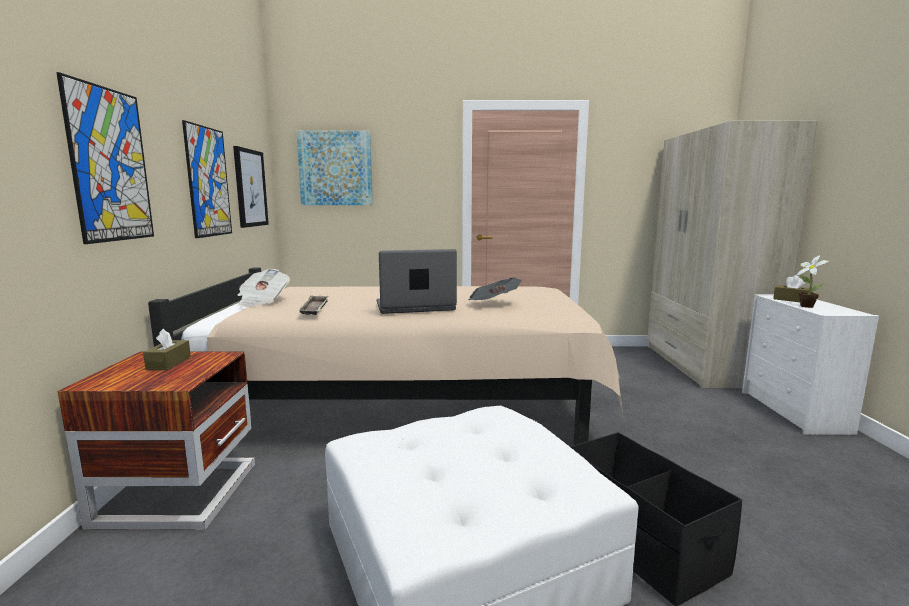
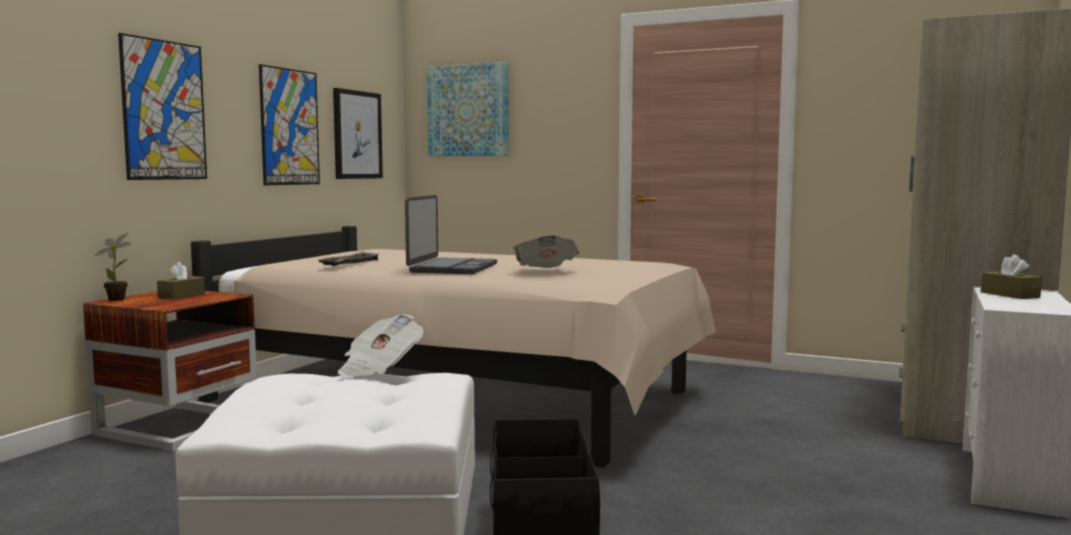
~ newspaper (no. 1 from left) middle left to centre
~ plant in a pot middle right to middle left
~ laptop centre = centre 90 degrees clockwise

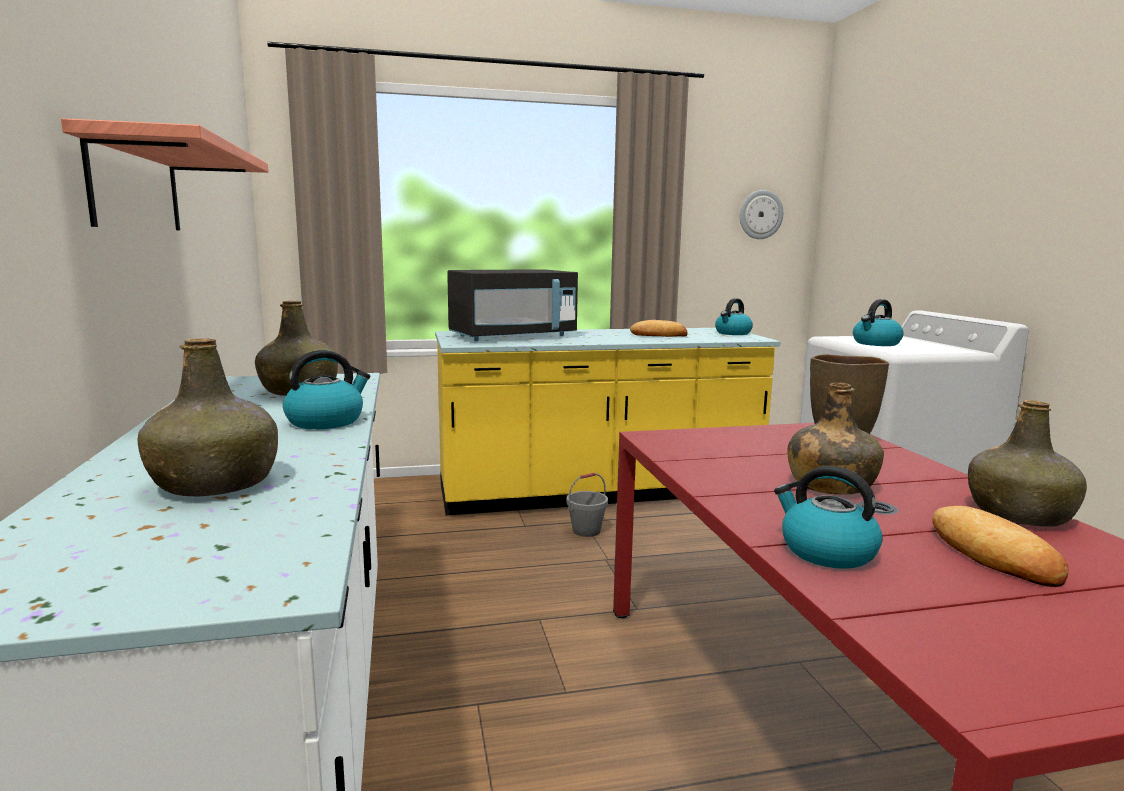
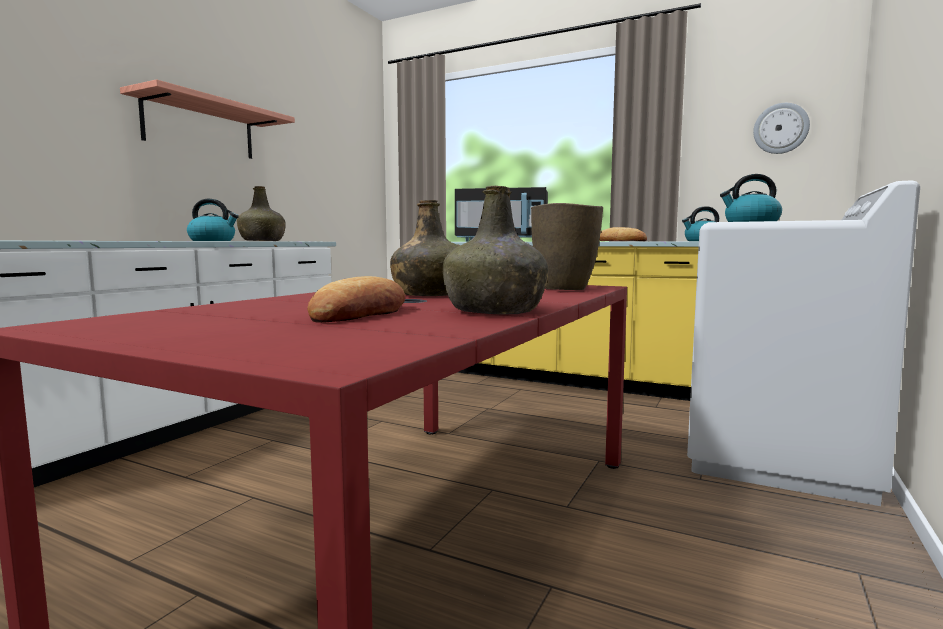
- green beverage bottle (no. 1 from left) middle left
- gray bucket centre
- tea kettle (no. 3 from left) middle right

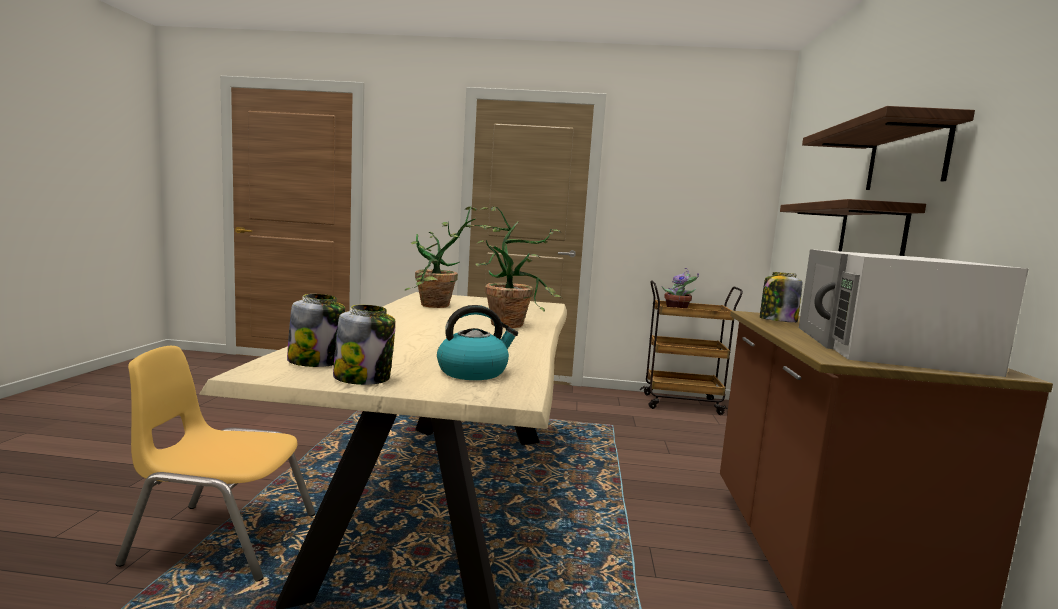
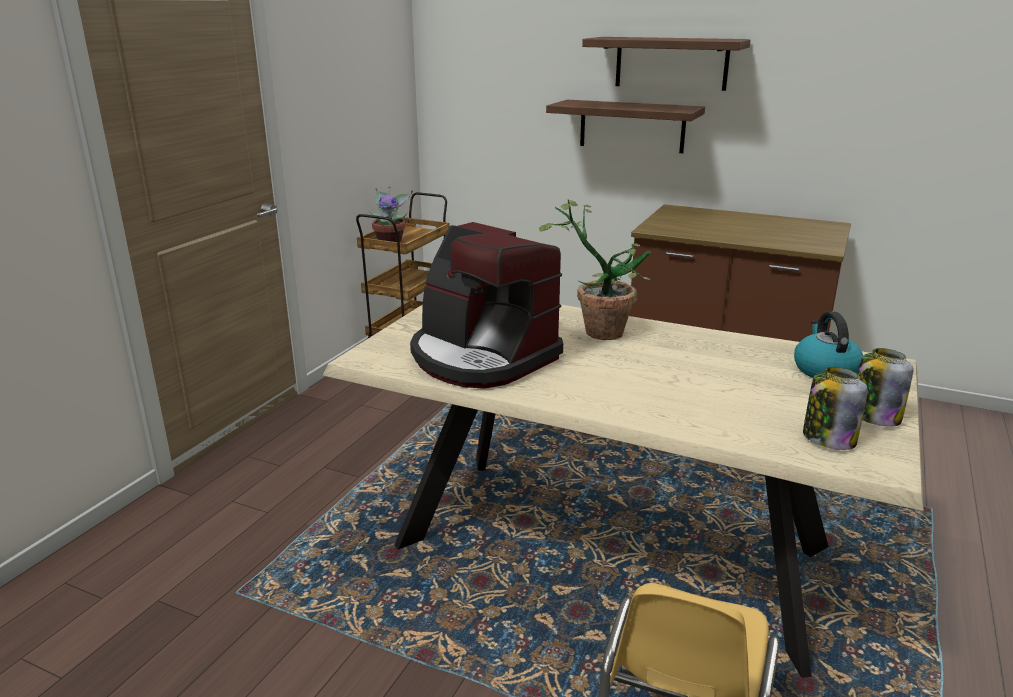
- preserve jar (no. 3 from left) middle right
- white-coloured microwave middle right
~ plant in a pot (no. 1 from left) centre to coffee brewer centre

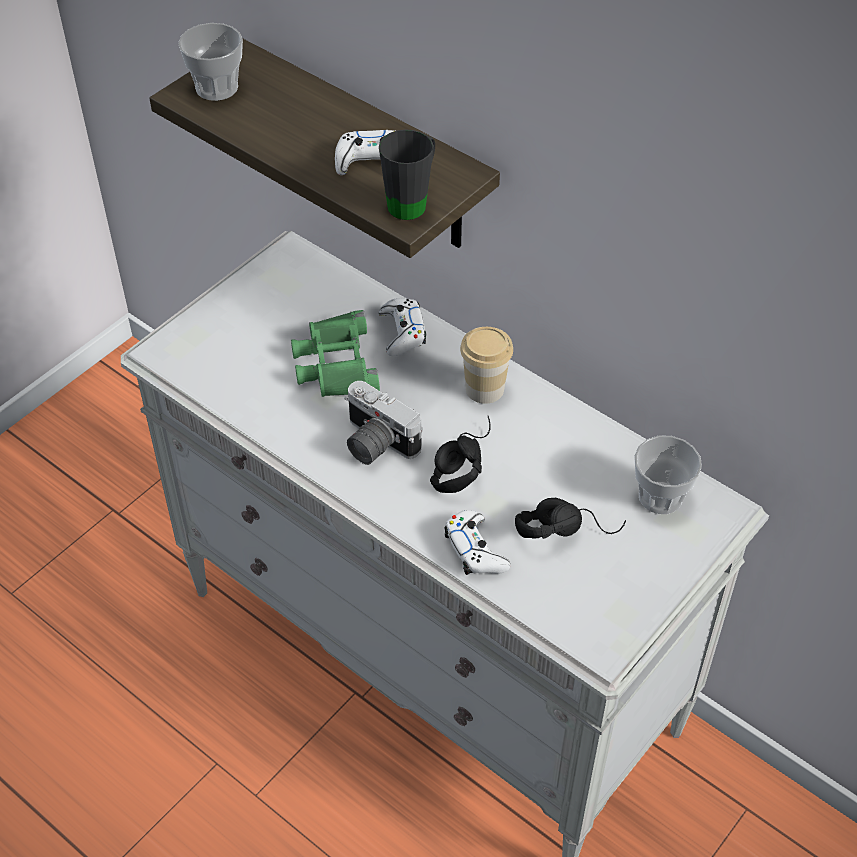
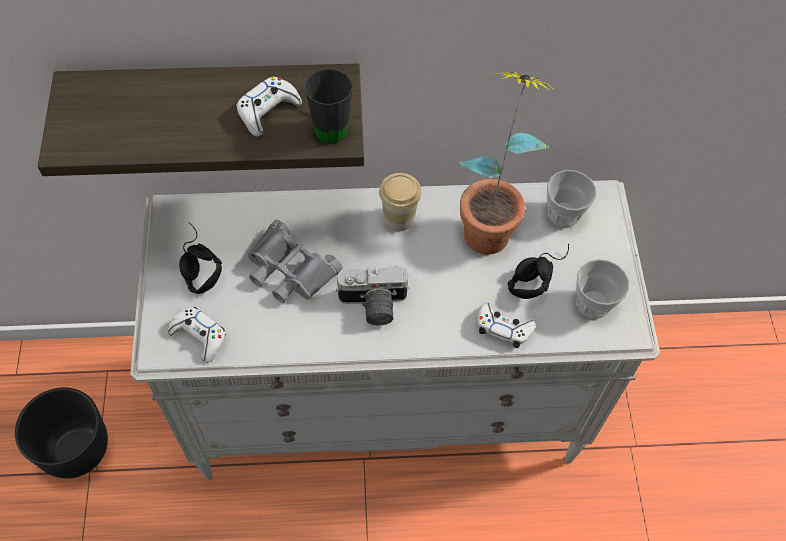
+ blackish plant pot bottom left
+ plant in a pot top centre
~ small cup (no. 1 from left in the first image) top left to small cup (no. 3 from left) middle right
~ white-coloured game controller (no. 2 from left in the first image) centre to white-coloured game controller (no. 1 from left) middle left
~ blackish headset (no. 1 from left) centre to middle left
~ green field glasses centre to gray field glasses centre

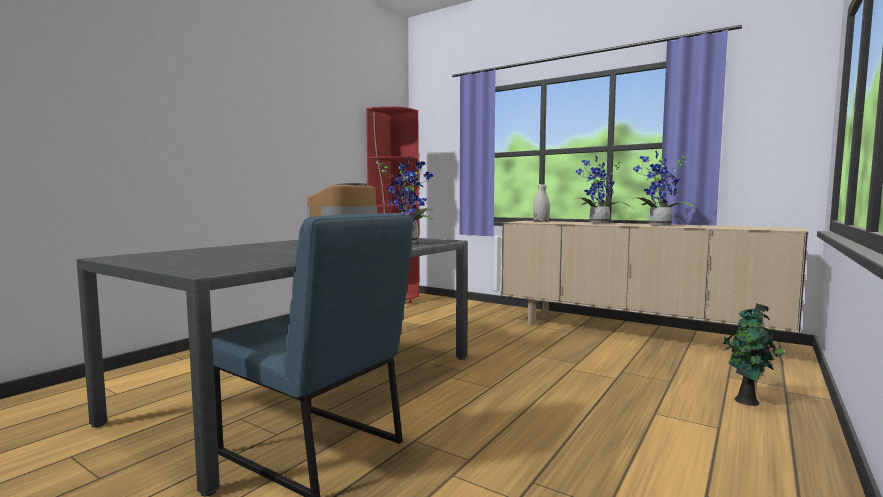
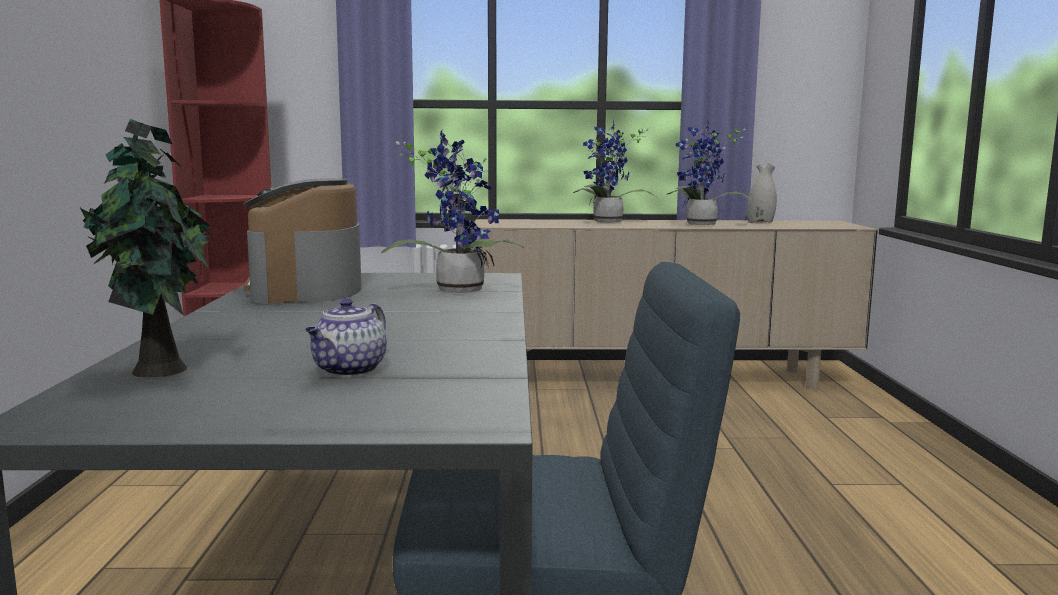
+ pot for tea middle left
~ white-coloured flower vase centre to top right
~ plant in a pot (no. 4 from left in the first image) bottom right to plant in a pot (no. 1 from left) middle left

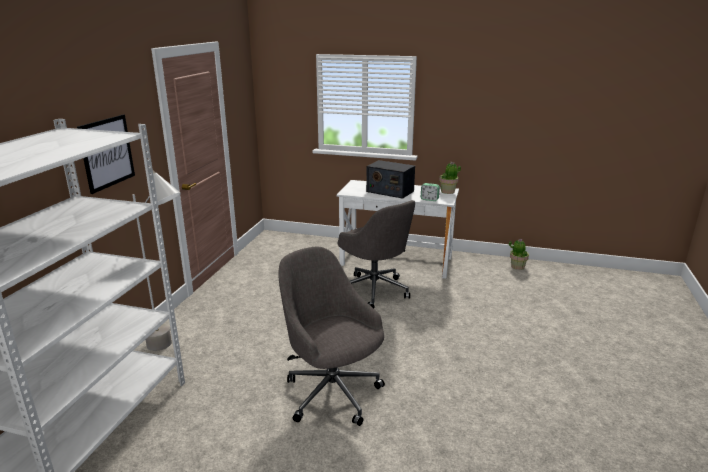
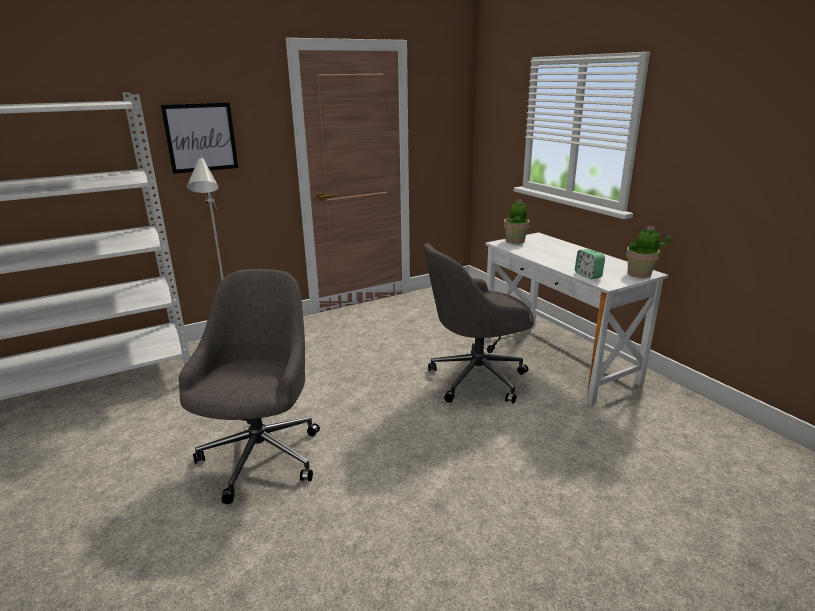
- radio set centre
~ plant in a pot (no. 2 from left in the first image) middle right to plant in a pot (no. 1 from left) centre
~ gray office chair (no. 2 from left) centre = centre 60 degrees clockwise

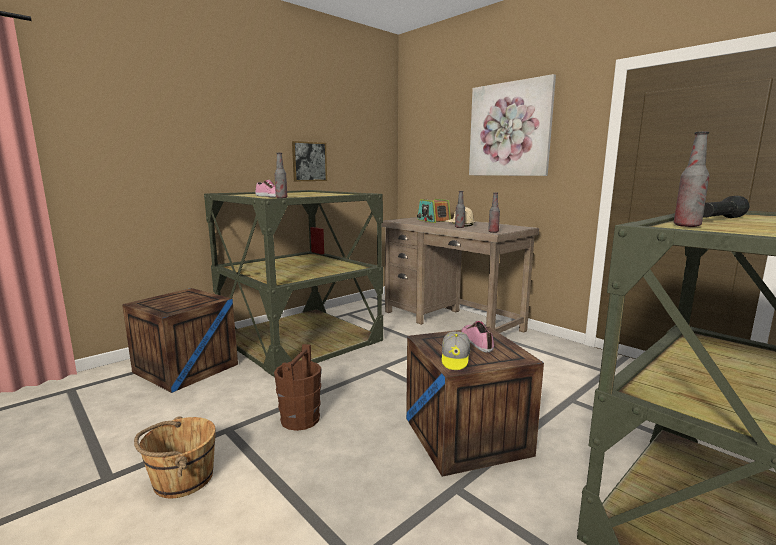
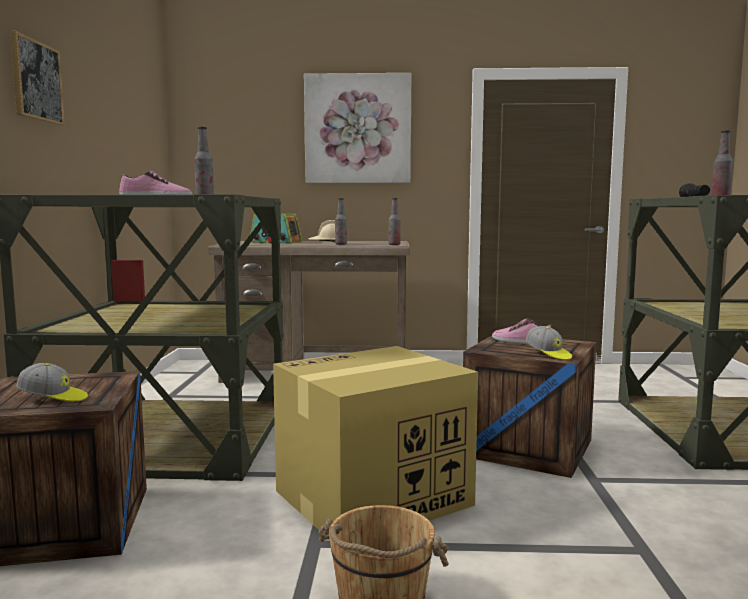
+ baseball cap (no. 1 from left) middle left
~ wall art (no. 1 from left) top centre to top left
~ brown-coloured bucket (no. 2 from left) bottom centre to packing box bottom centre

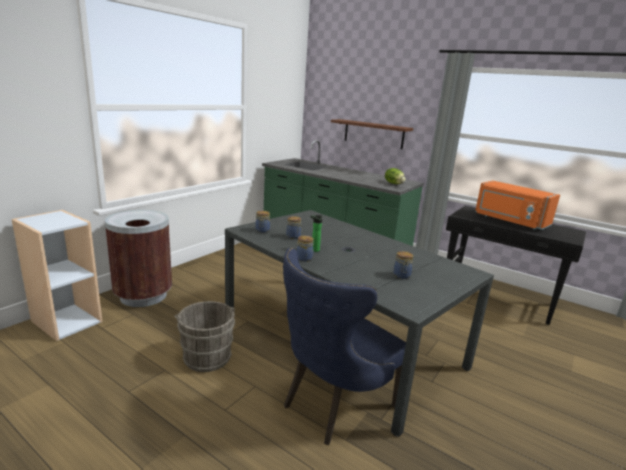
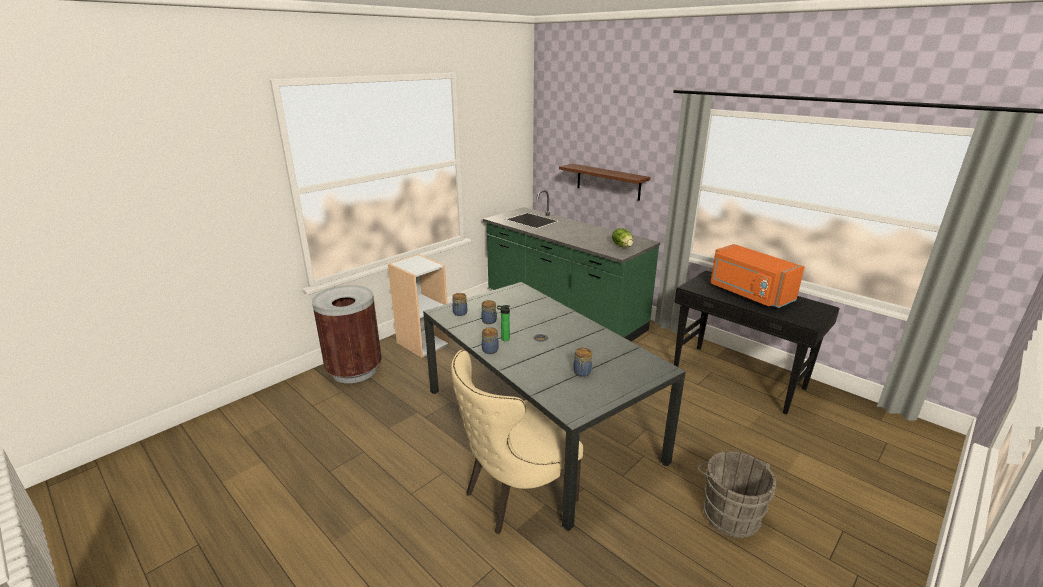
~ bookcase middle left to centre
~ gray bucket bottom left to bottom right
~ bluish chair bottom centre to sand-coloured chair bottom centre

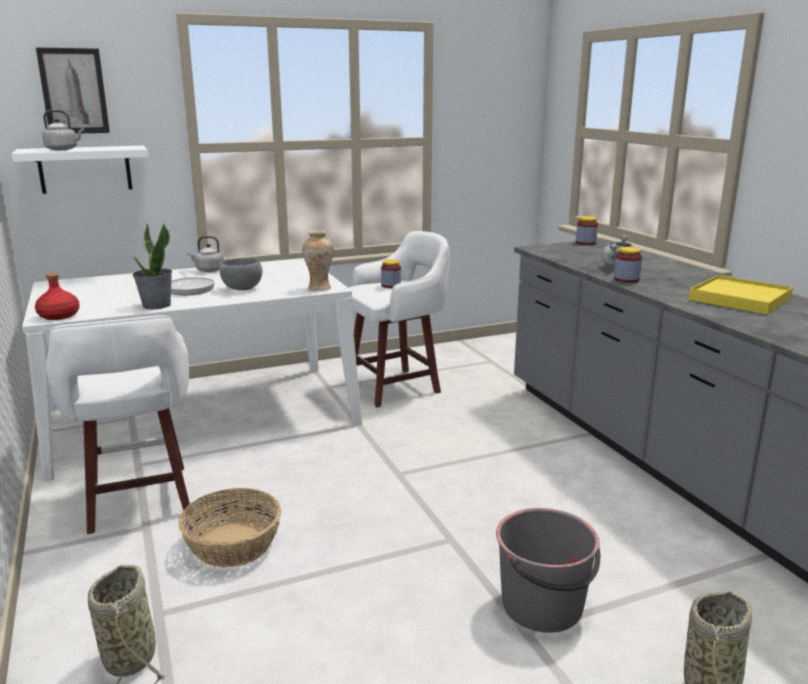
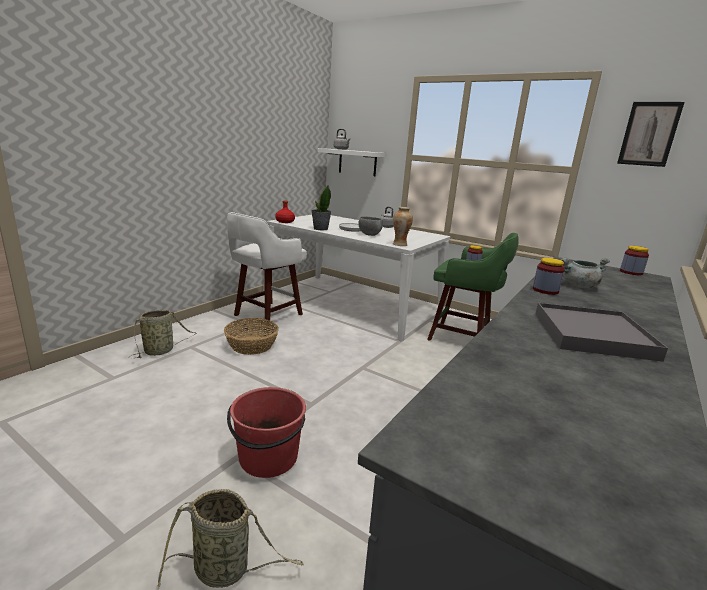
~ wall art top left to top right
~ white-coloured stool seat (no. 2 from left) centre to green stool seat middle right
~ gray bucket bottom right to reddish bucket bottom centre
~ yellowish carrying tray middle right to gray carrying tray middle right

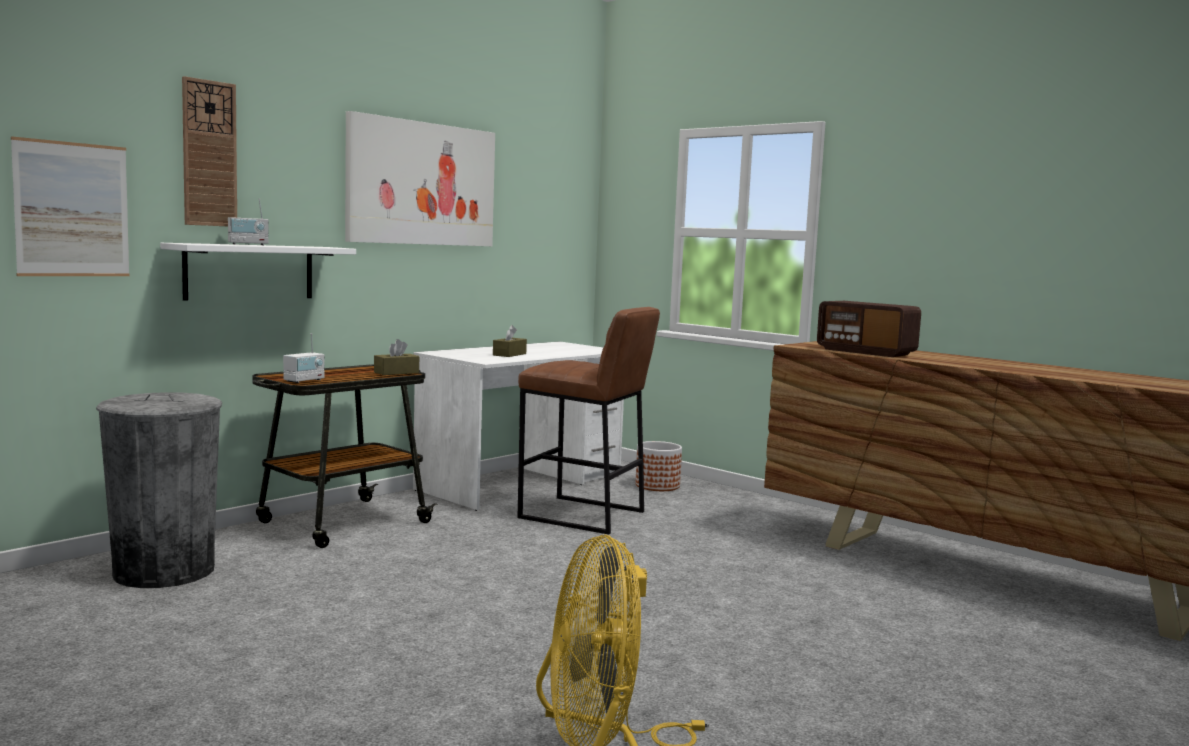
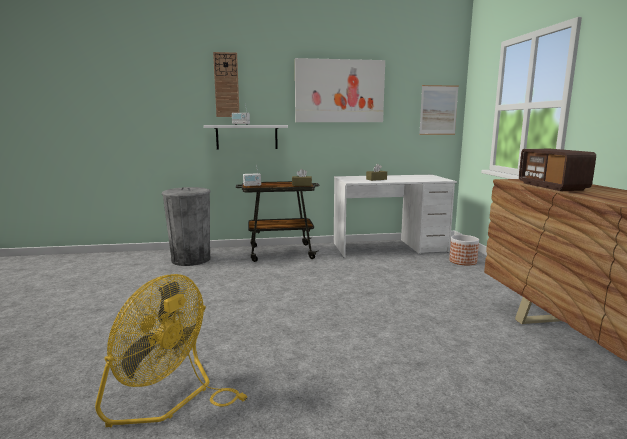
- brown-coloured stool seat centre
~ wall art (no. 1 from left in the first image) top left to wall art (no. 2 from left) top right

